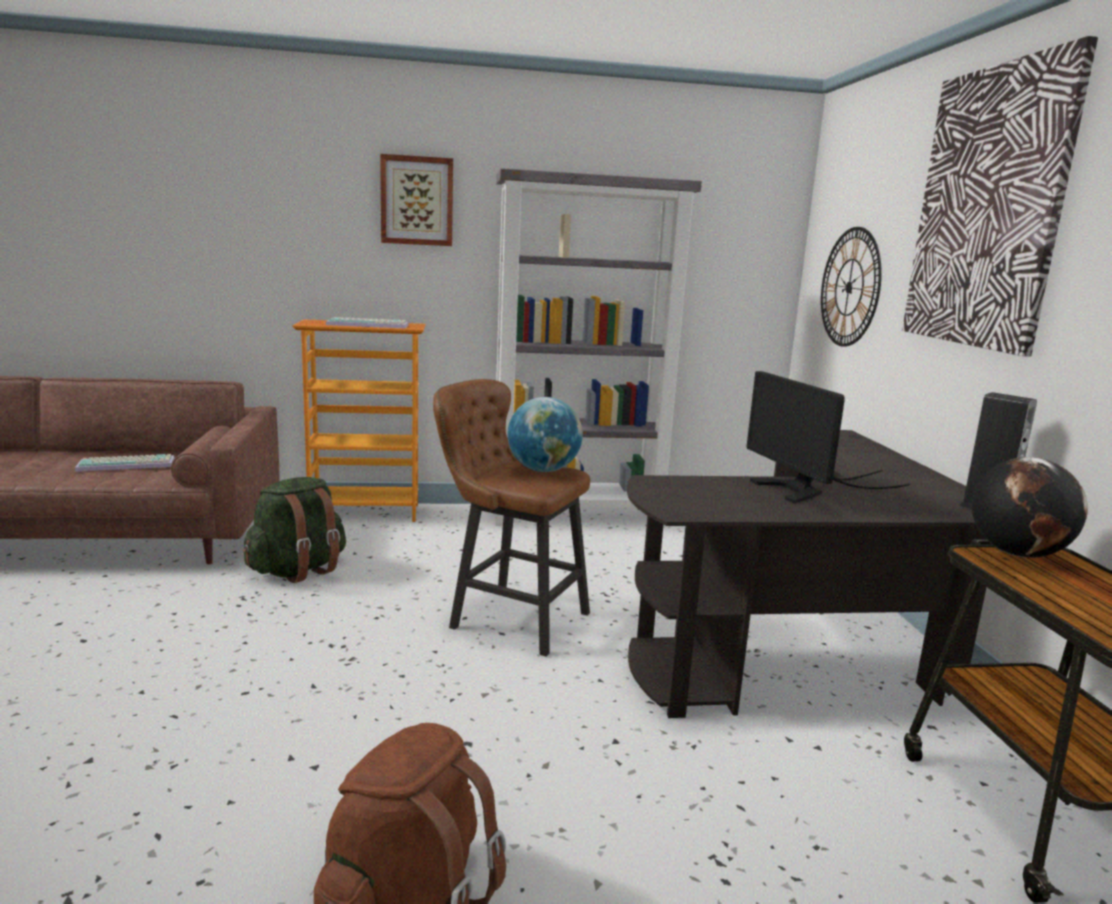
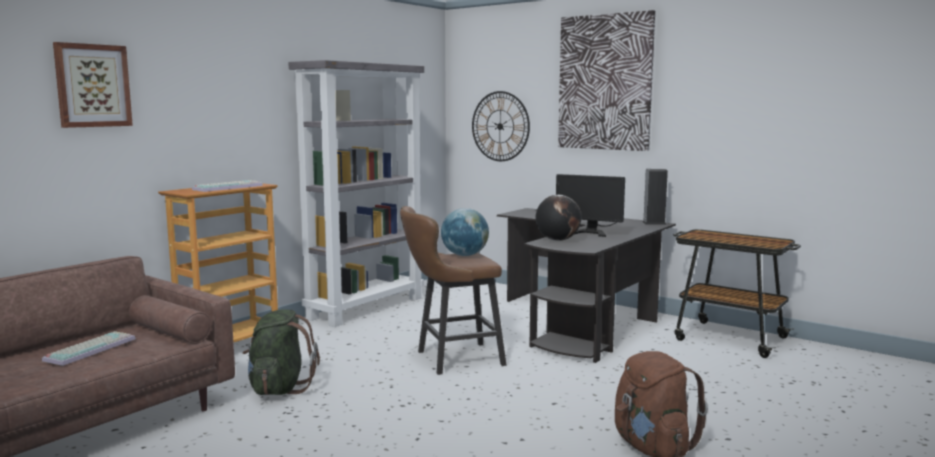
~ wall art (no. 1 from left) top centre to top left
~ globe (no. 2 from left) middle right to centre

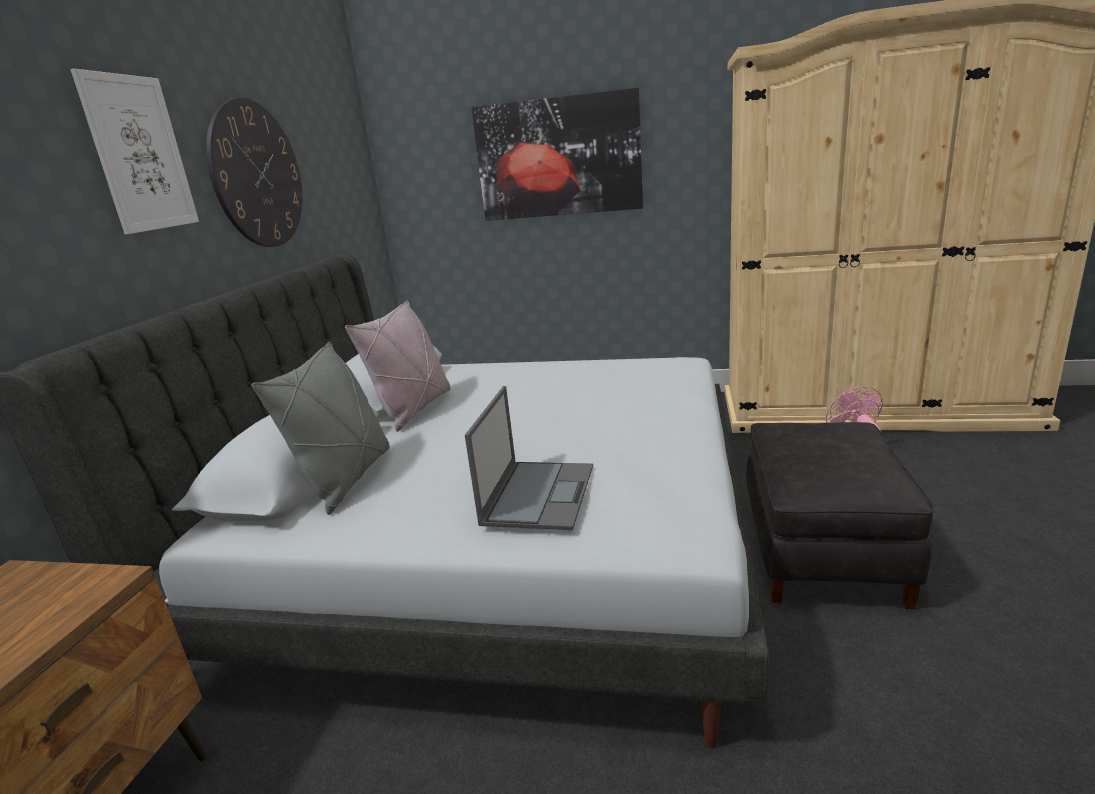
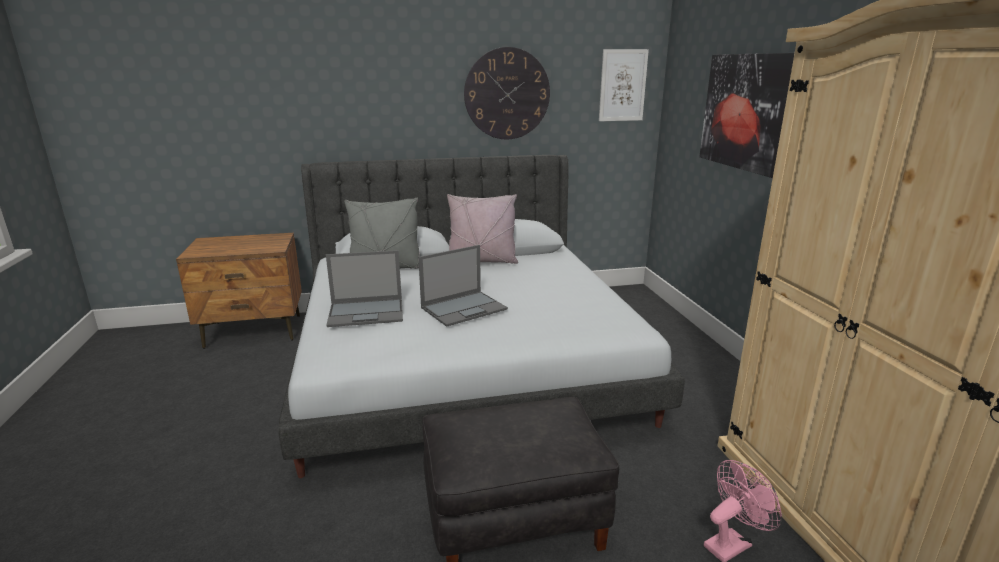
+ laptop (no. 2 from left) centre
~ wall art (no. 1 from left) top left to top centre

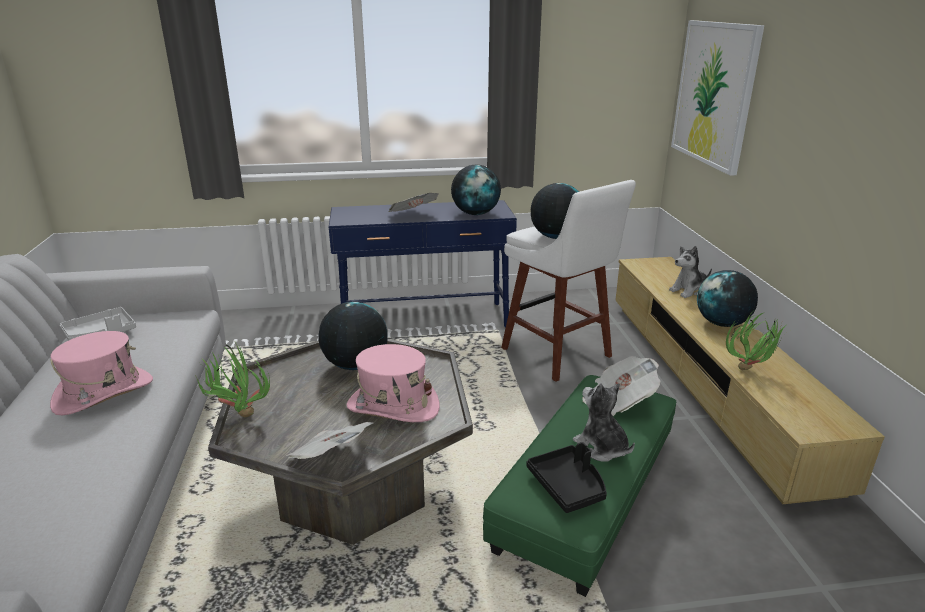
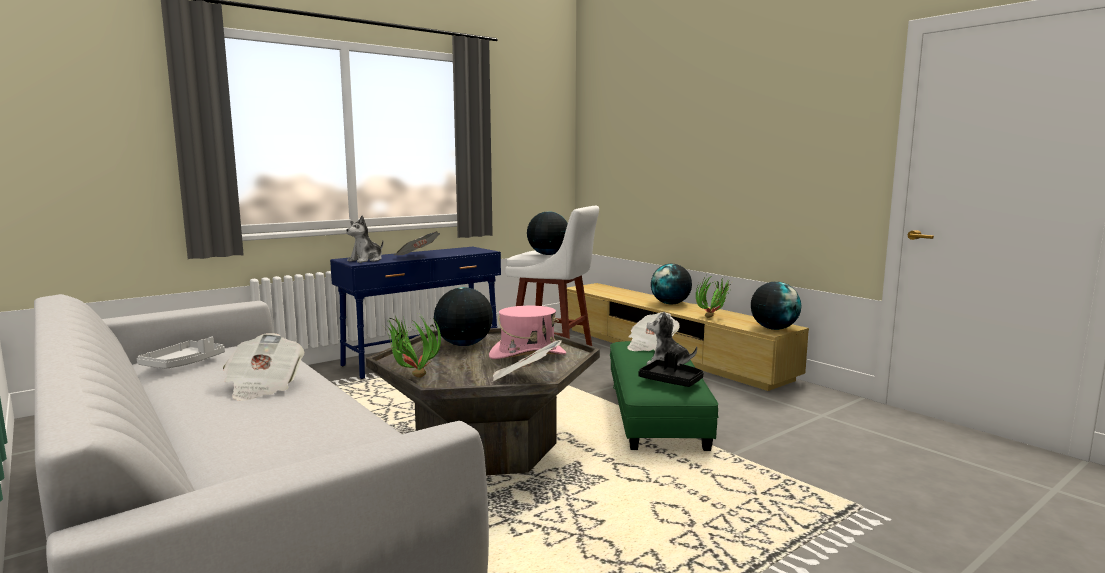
- wall art top right
~ globe (no. 2 from left in the first image) top centre to globe (no. 4 from left) middle right
~ soft toy (no. 2 from left in the first image) middle right to soft toy (no. 1 from left) middle left
~ pinkish clothing hat (no. 1 from left) middle left to newspaper (no. 1 from left) middle left

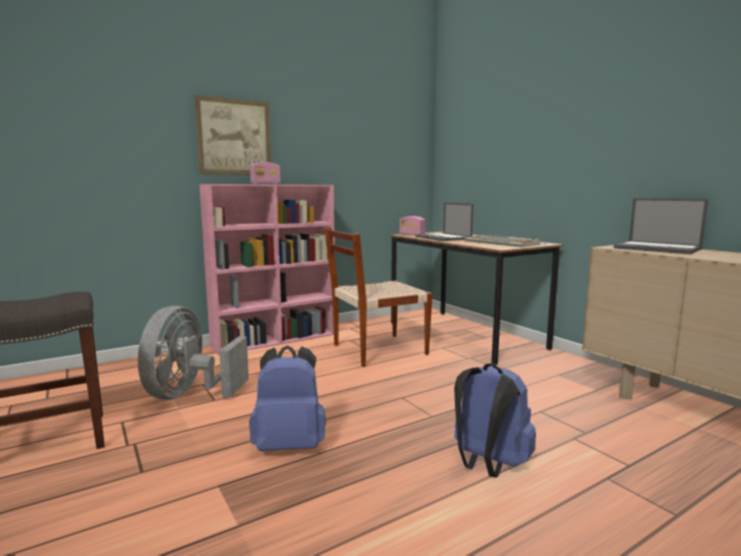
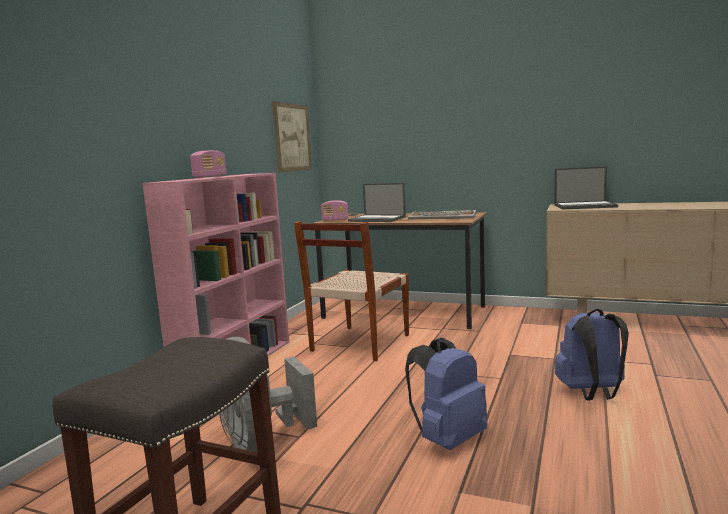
~ wall art top left to top centre

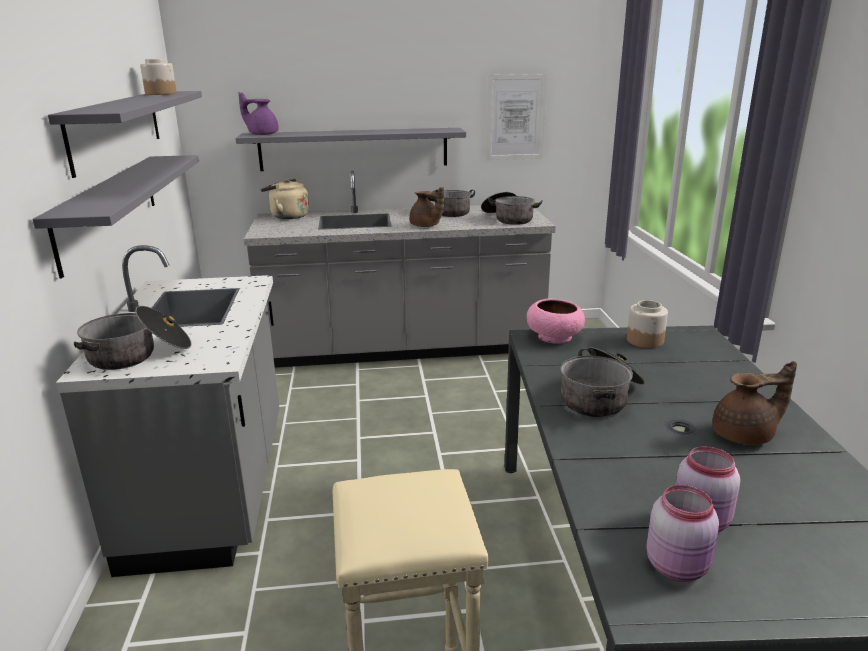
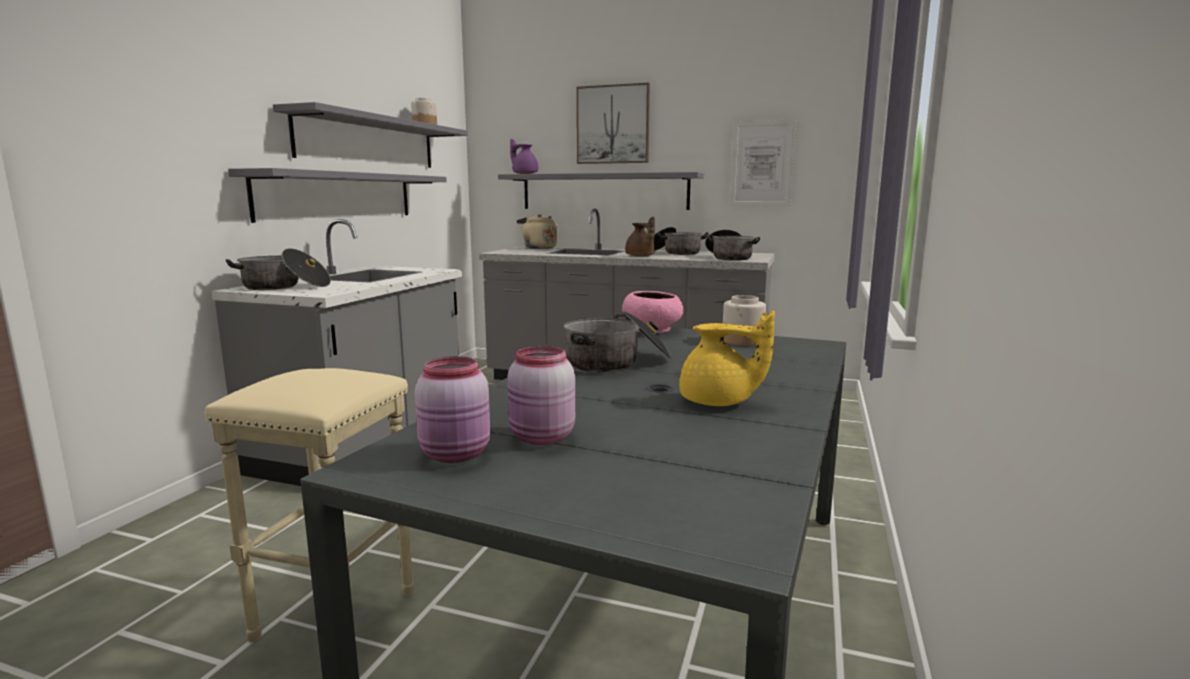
+ wall art (no. 1 from left) top centre
~ brown-coloured pot for tea (no. 2 from left) middle right to yellowish pot for tea centre

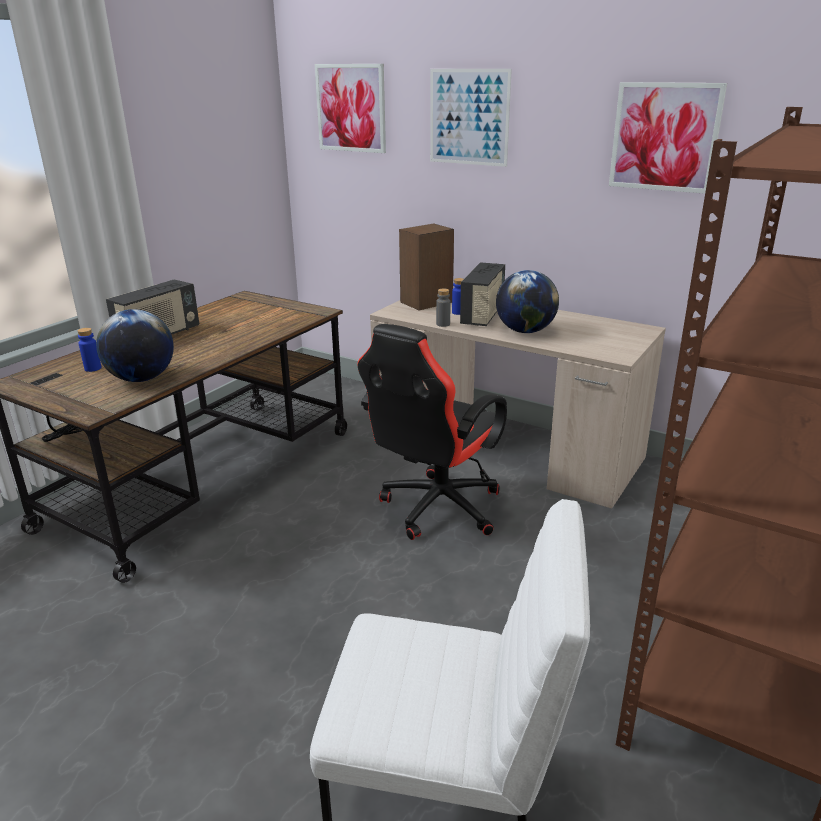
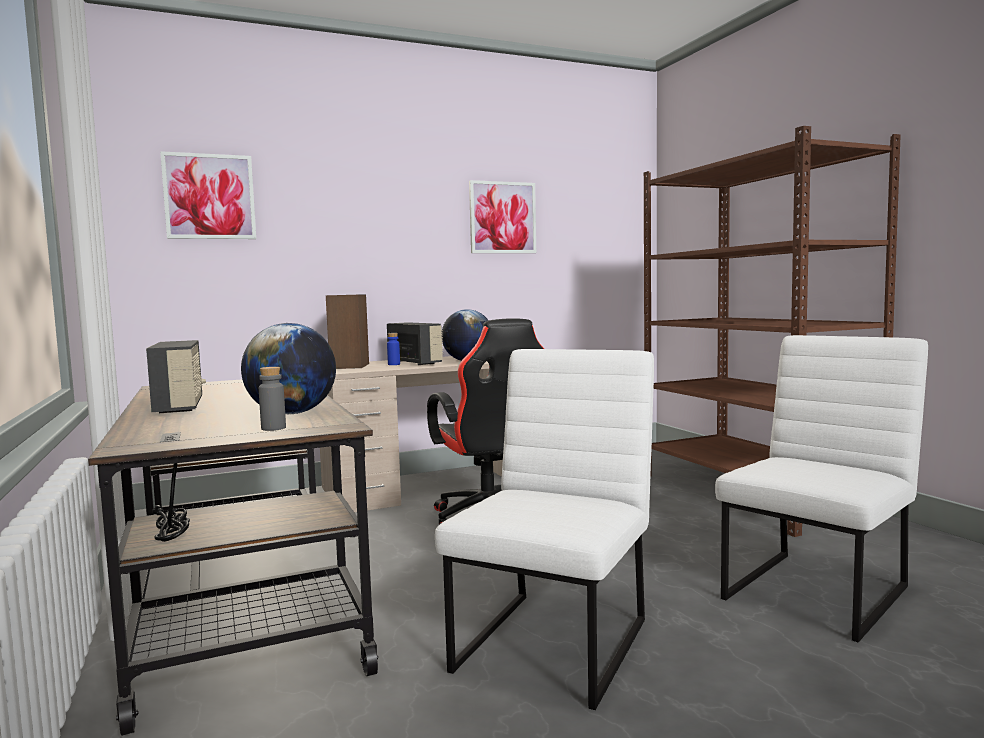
- bluish beverage bottle (no. 1 from left) middle left
- wall art (no. 2 from left) top centre
+ white-coloured chair (no. 1 from left) bottom centre
~ gray beverage bottle centre to middle left

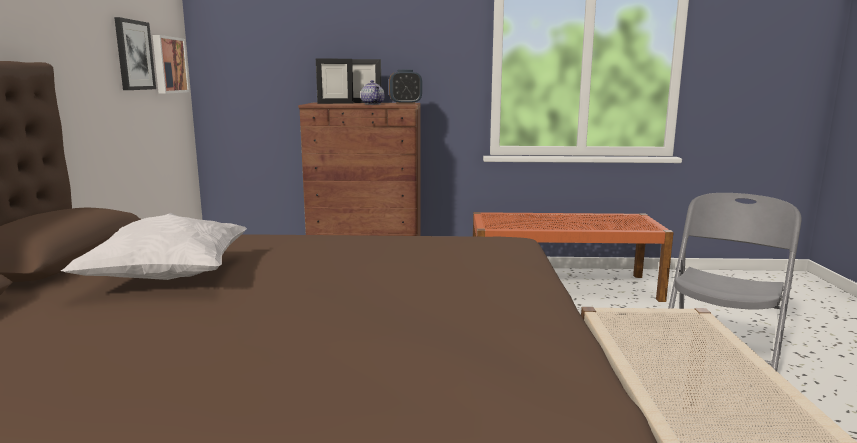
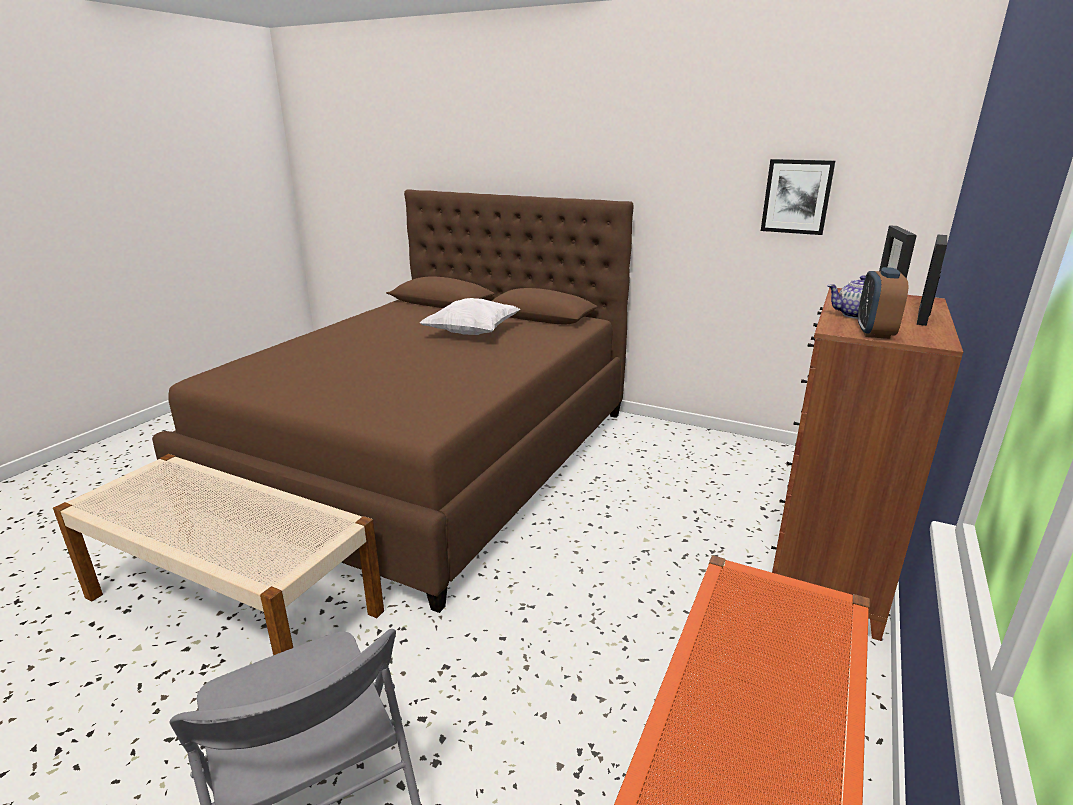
- wall art (no. 2 from left) top left

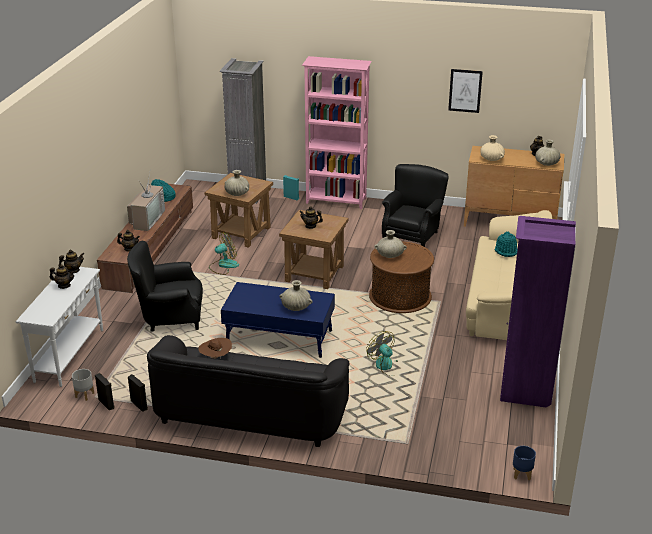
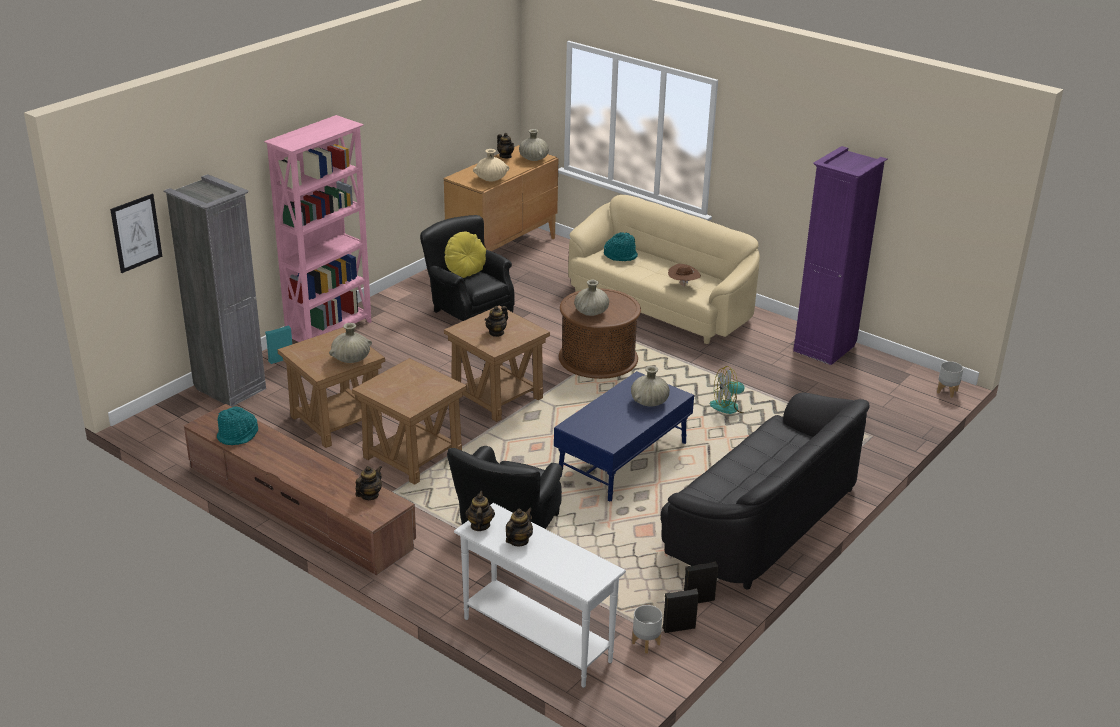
- television middle left
+ yellowish pillow centre
~ brown-coloured clothing hat middle left to centre
~ wall art top right to top left
~ fan (no. 1 from left) centre to brown-coloured accent table (no. 2 from left) centre
~ bluish plant pot bottom right to gray plant pot (no. 2 from left) middle right

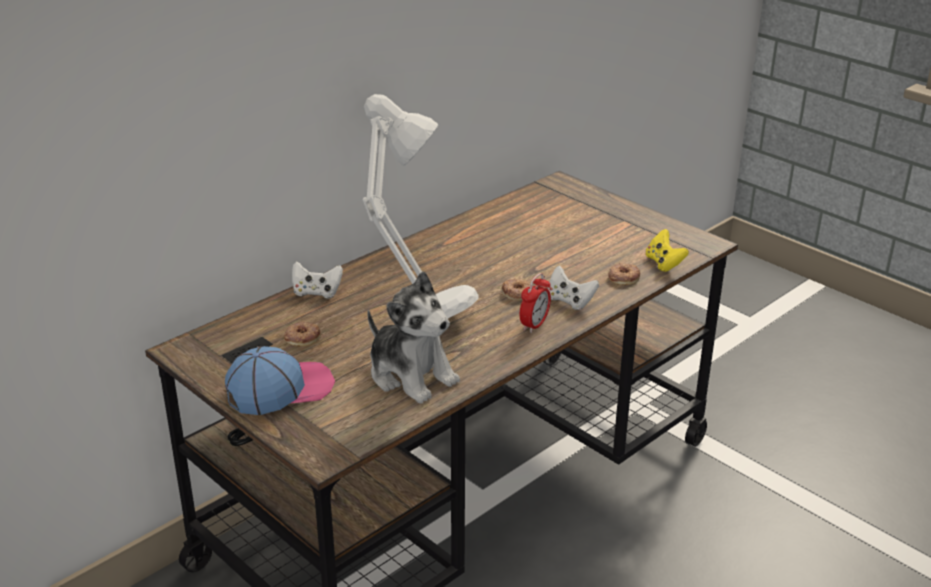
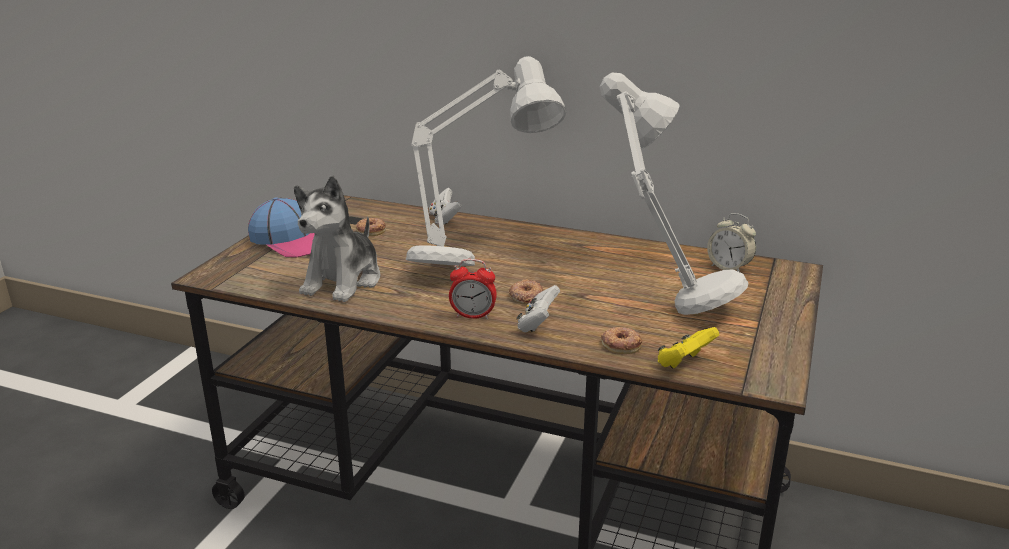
+ gray table lamp (no. 2 from left) middle right
+ table clock (no. 2 from left) middle right

